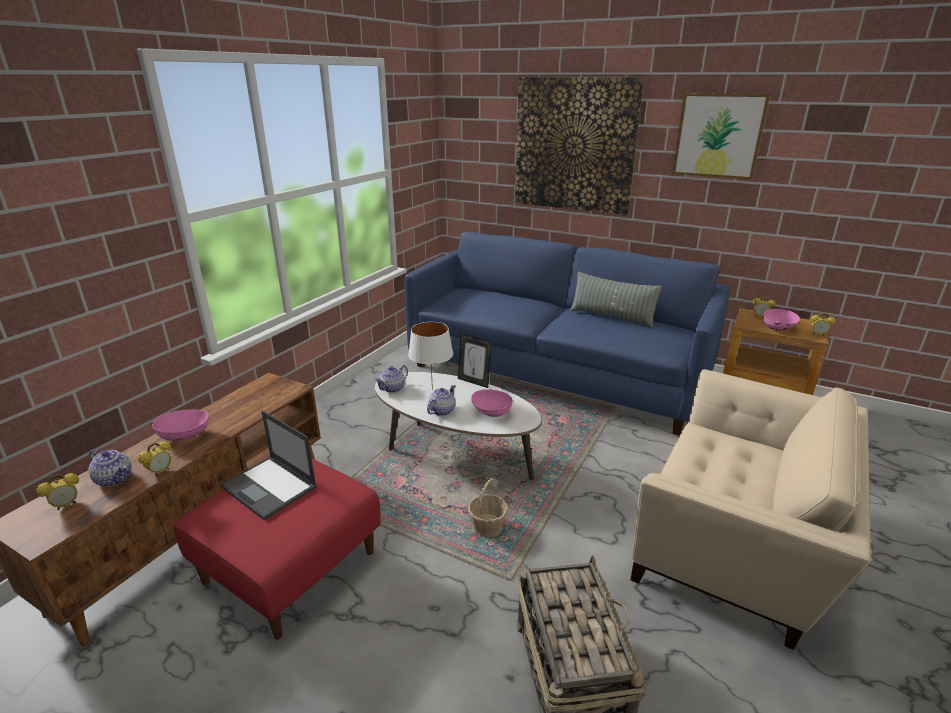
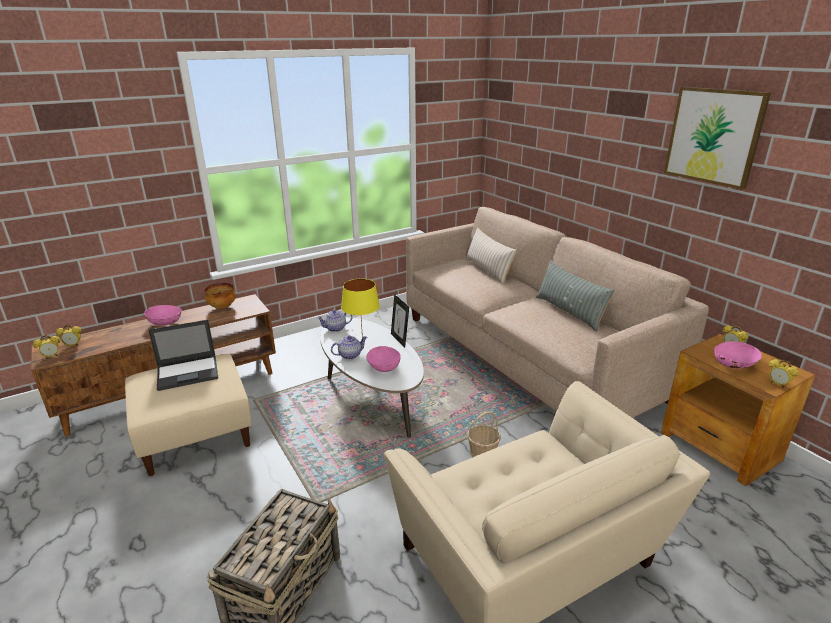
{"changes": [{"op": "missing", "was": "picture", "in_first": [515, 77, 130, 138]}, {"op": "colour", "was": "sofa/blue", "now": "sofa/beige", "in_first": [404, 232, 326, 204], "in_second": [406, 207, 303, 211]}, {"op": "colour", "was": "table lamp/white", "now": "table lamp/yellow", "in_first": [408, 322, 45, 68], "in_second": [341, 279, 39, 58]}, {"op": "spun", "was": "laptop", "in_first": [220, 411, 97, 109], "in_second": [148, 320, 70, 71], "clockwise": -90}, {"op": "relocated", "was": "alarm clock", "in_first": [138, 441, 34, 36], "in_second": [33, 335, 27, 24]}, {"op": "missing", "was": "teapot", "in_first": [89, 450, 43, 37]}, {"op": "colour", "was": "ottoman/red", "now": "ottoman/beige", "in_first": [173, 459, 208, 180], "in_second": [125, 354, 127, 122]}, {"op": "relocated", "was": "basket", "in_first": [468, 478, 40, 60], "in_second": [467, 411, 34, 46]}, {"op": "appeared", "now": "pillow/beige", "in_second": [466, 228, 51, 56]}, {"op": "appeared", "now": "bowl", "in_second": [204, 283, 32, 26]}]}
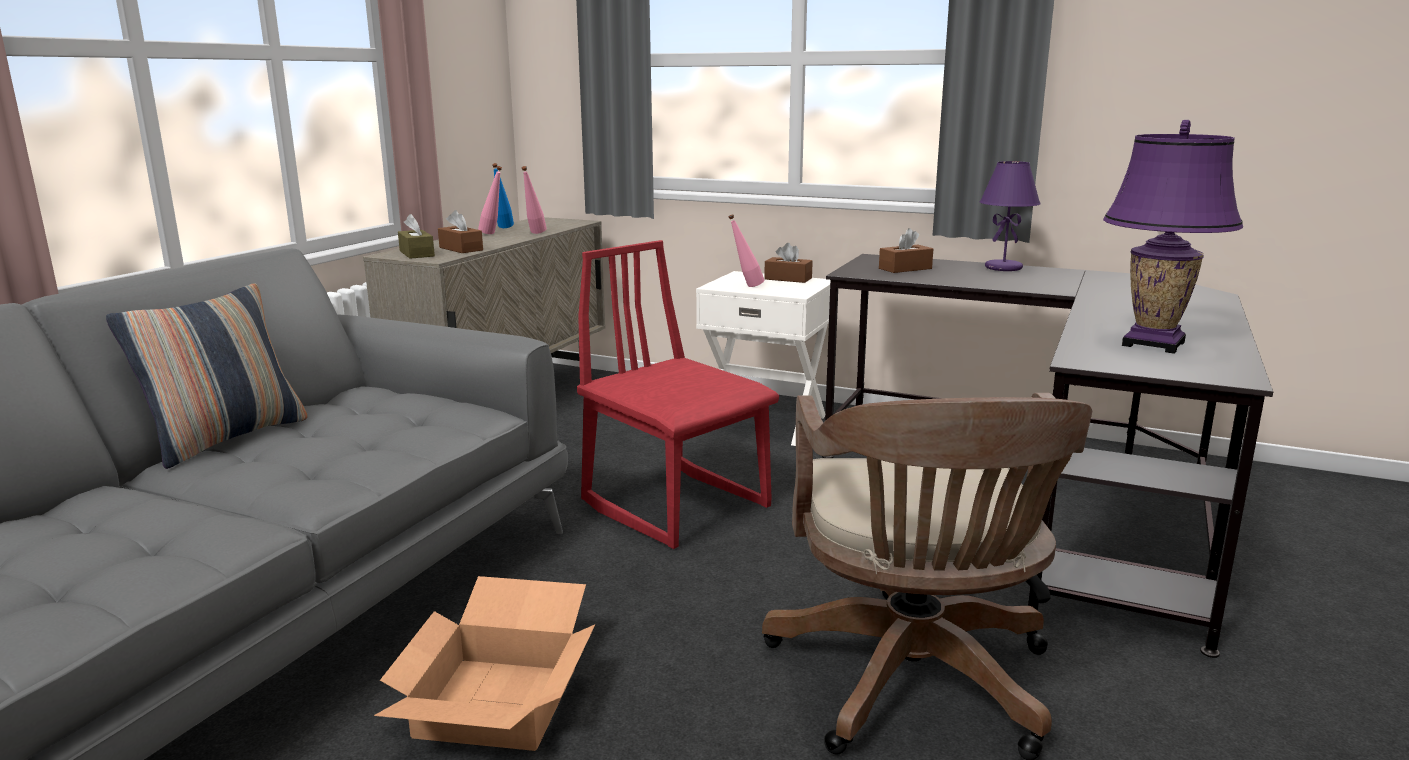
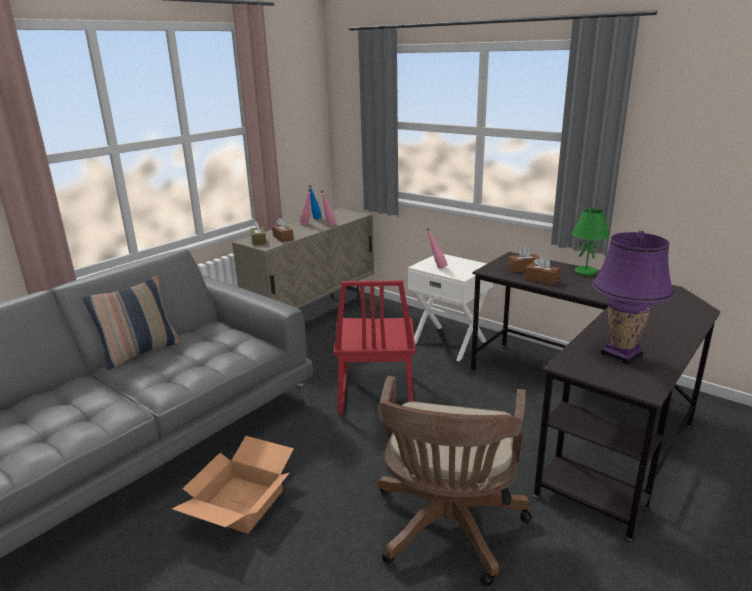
{"changes": [{"op": "colour", "was": "table lamp/purple", "now": "table lamp/green", "in_first": [980, 161, 61, 110], "in_second": [572, 209, 38, 67]}, {"op": "spun", "was": "chair/red", "in_first": [577, 240, 202, 309], "in_second": [333, 280, 82, 135], "clockwise": -150}, {"op": "relocated", "was": "tissue box/brown", "in_first": [764, 243, 49, 40], "in_second": [525, 256, 35, 29]}]}
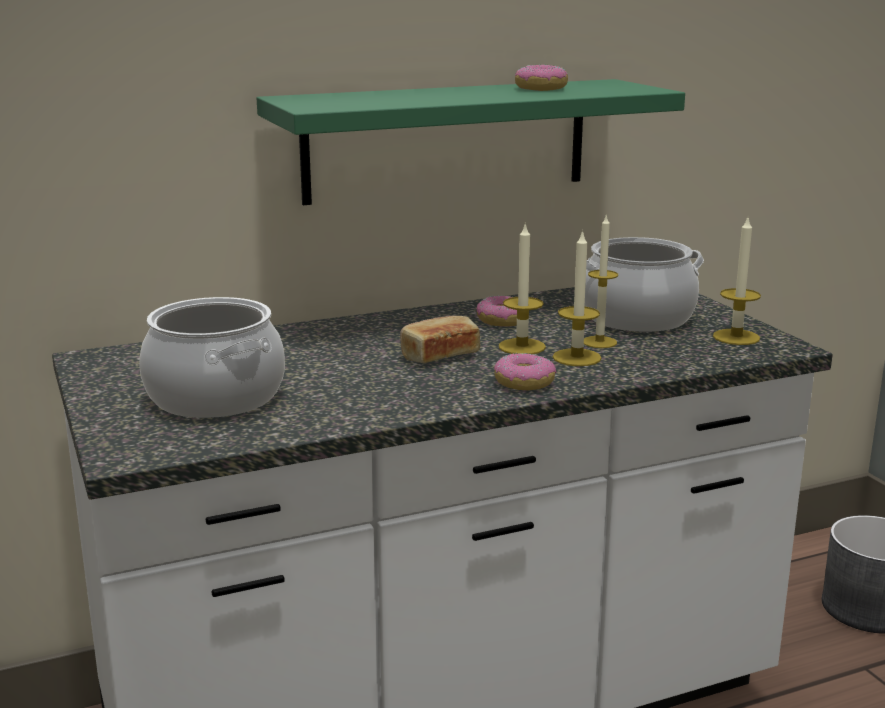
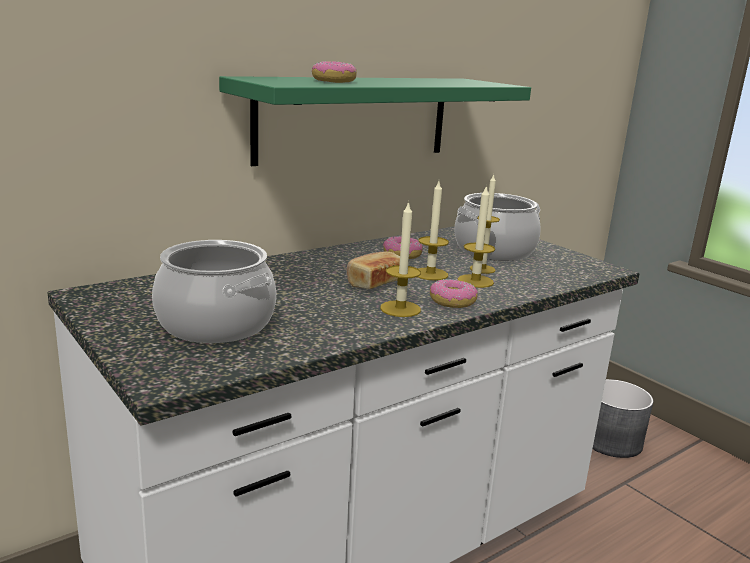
{"changes": [{"op": "relocated", "was": "donut", "in_first": [515, 65, 53, 26], "in_second": [312, 61, 45, 22]}, {"op": "relocated", "was": "candle", "in_first": [713, 215, 48, 130], "in_second": [380, 201, 41, 116]}]}
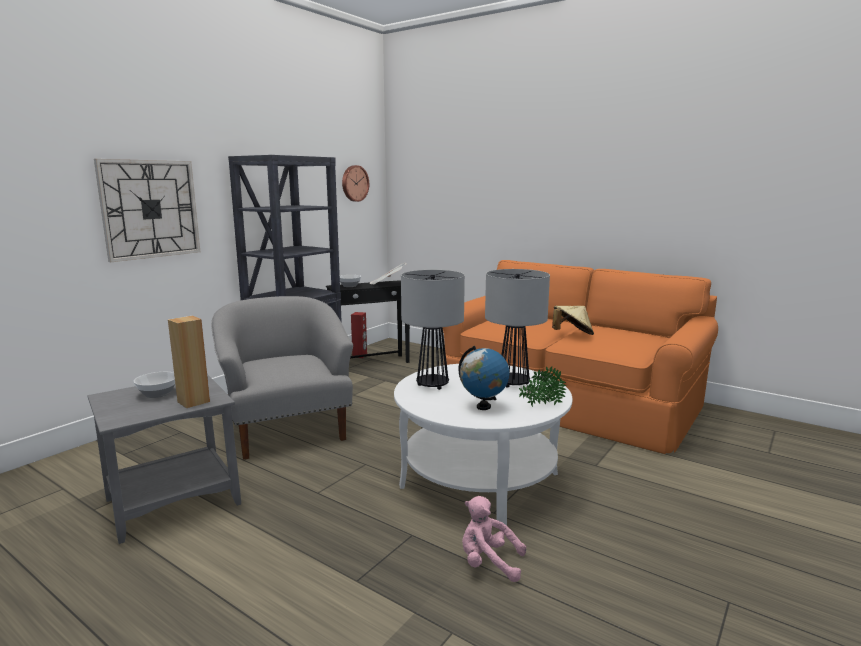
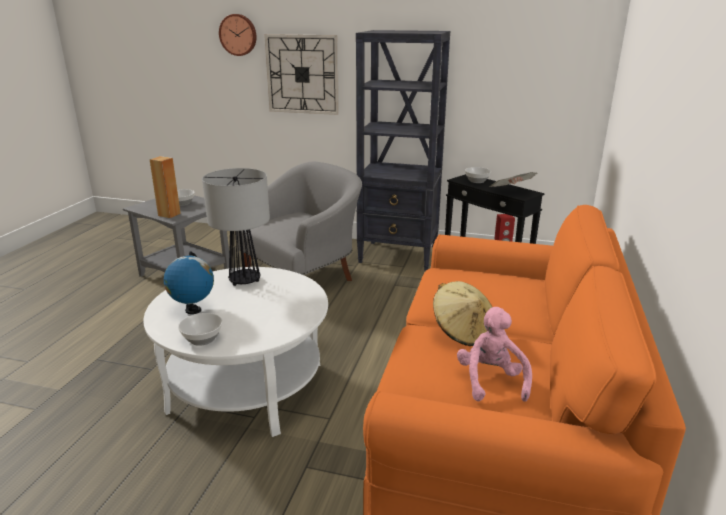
{"changes": [{"op": "relocated", "was": "wall clock", "in_first": [342, 165, 27, 37], "in_second": [219, 14, 37, 42]}, {"op": "missing", "was": "table lamp", "in_first": [485, 269, 65, 119]}, {"op": "exchanged", "was": "potted plant", "now": "bowl", "in_first": [519, 367, 47, 40], "in_second": [178, 313, 45, 33]}, {"op": "relocated", "was": "plush toy/pink", "in_first": [462, 496, 64, 86], "in_second": [457, 307, 75, 95]}]}
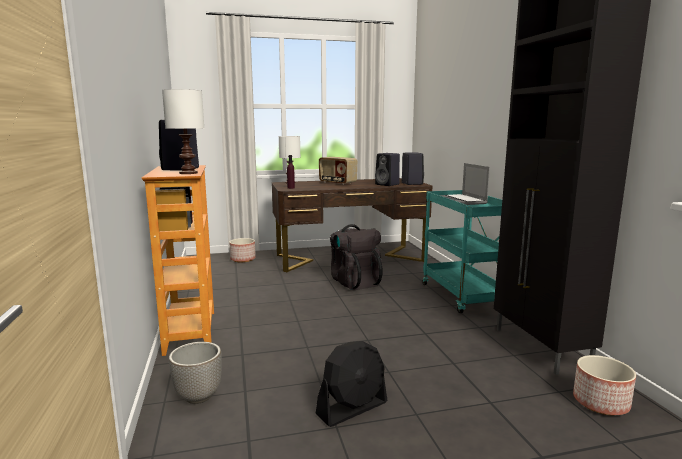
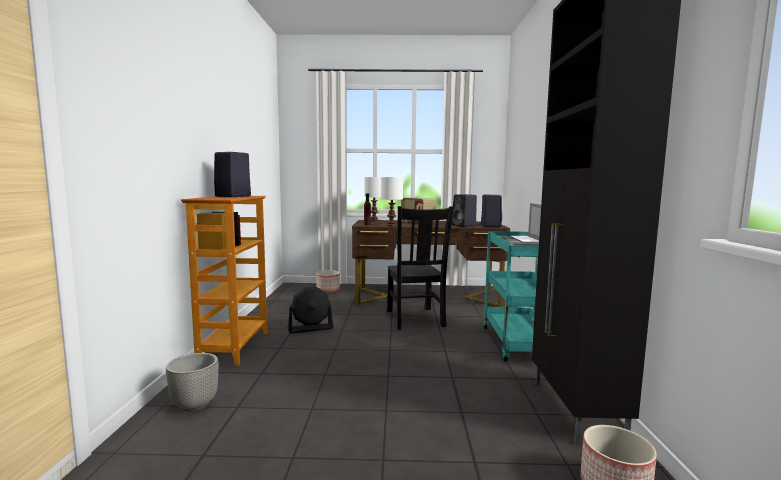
{"changes": [{"op": "relocated", "was": "table lamp/white", "in_first": [162, 89, 42, 85], "in_second": [381, 177, 22, 49]}, {"op": "exchanged", "was": "backpack/black", "now": "chair/black", "in_first": [330, 224, 53, 66], "in_second": [387, 206, 67, 124]}, {"op": "relocated", "was": "fan/black", "in_first": [316, 341, 71, 86], "in_second": [288, 287, 45, 47]}]}
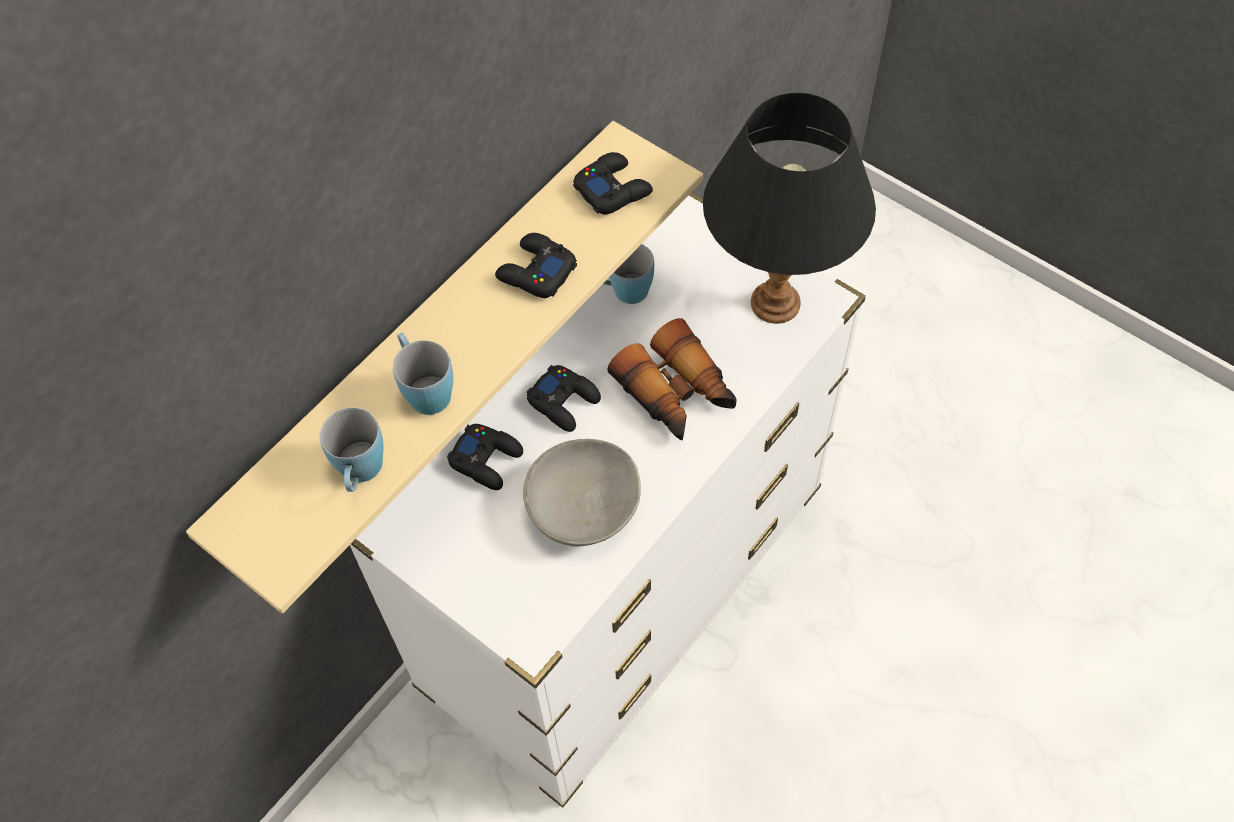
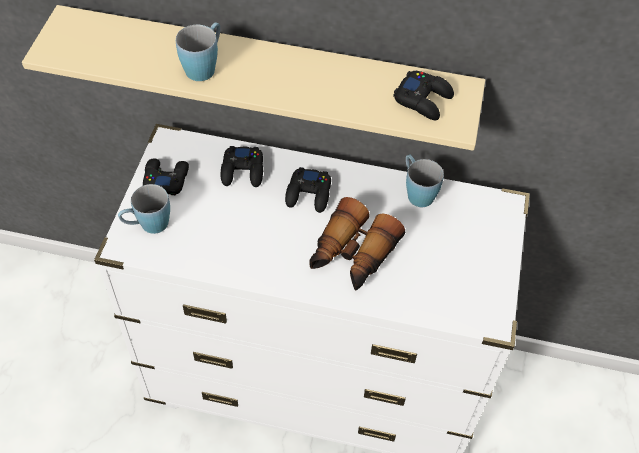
{"changes": [{"op": "missing", "was": "table lamp/black", "in_first": [703, 93, 173, 231]}, {"op": "relocated", "was": "game controller/black", "in_first": [495, 233, 82, 65], "in_second": [143, 158, 46, 37]}, {"op": "relocated", "was": "mug/blue", "in_first": [320, 407, 64, 85], "in_second": [118, 184, 52, 50]}, {"op": "missing", "was": "bowl/grey", "in_first": [523, 439, 118, 107]}]}
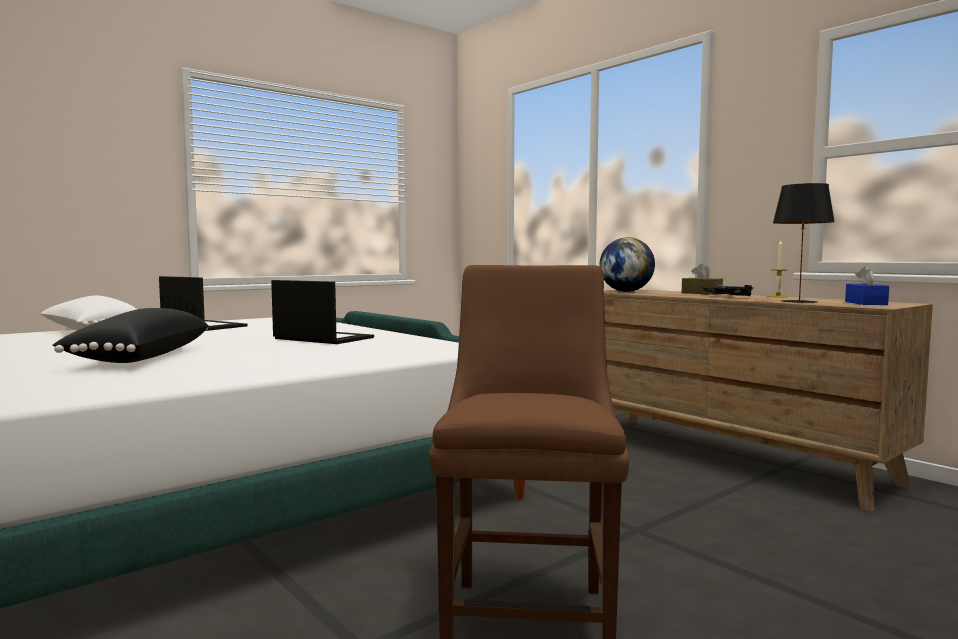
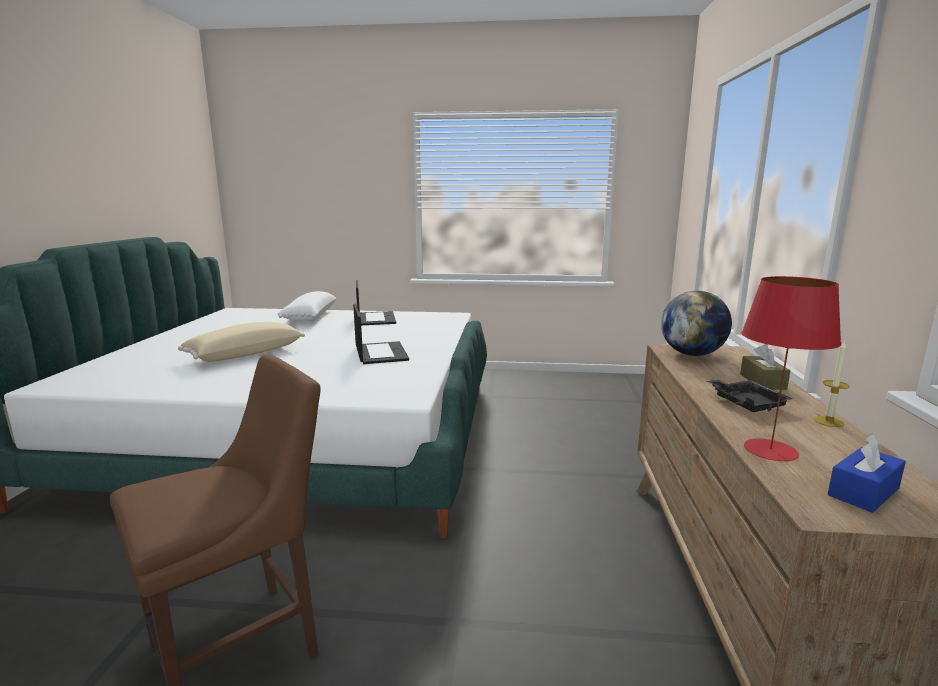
{"changes": [{"op": "colour", "was": "table lamp/black", "now": "table lamp/red", "in_first": [773, 183, 62, 120], "in_second": [741, 276, 101, 185]}, {"op": "colour", "was": "pillow/black", "now": "pillow/beige", "in_first": [53, 308, 156, 55], "in_second": [178, 322, 127, 40]}]}
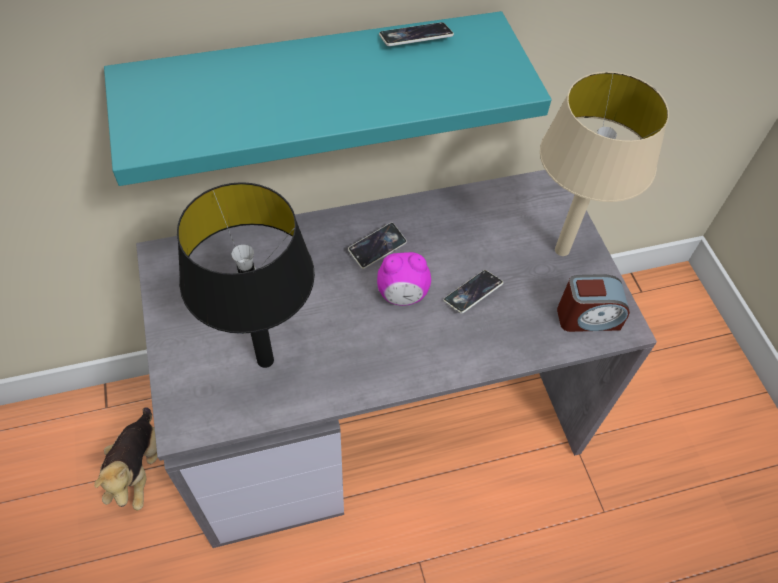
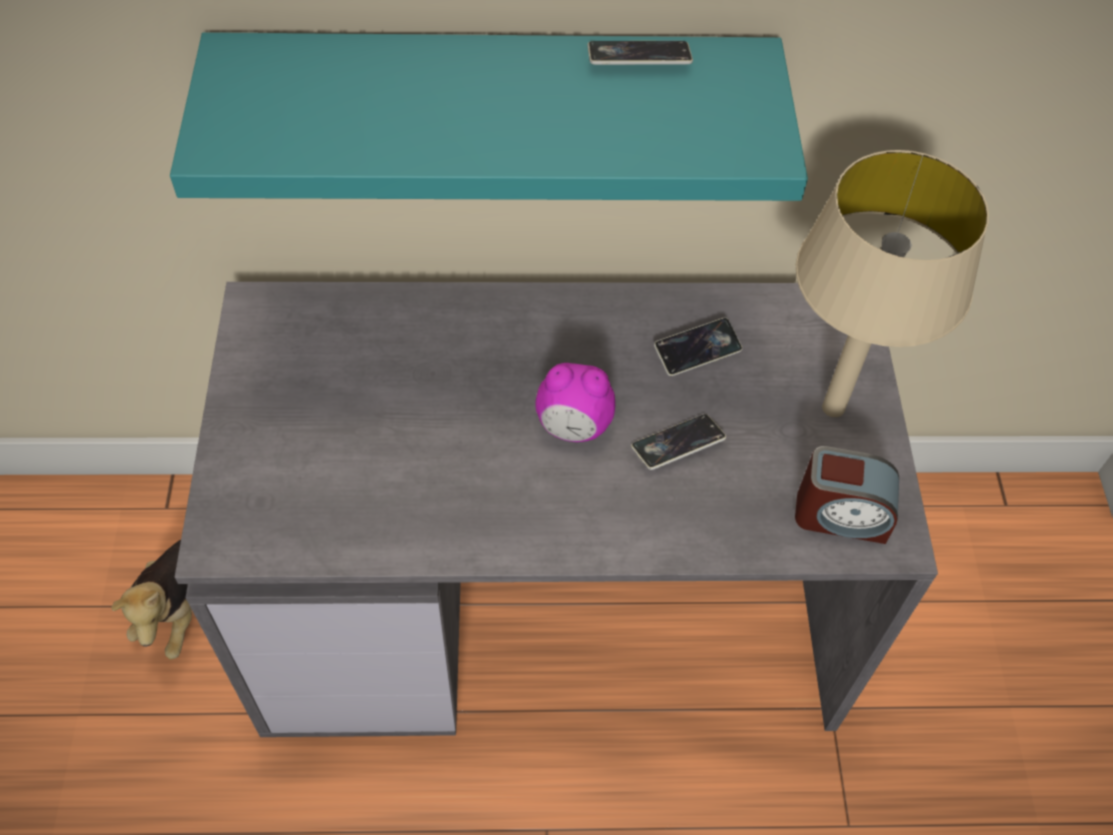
{"changes": [{"op": "missing", "was": "table lamp/black", "in_first": [177, 182, 138, 186]}, {"op": "relocated", "was": "phone", "in_first": [348, 222, 59, 47], "in_second": [654, 317, 89, 59]}]}
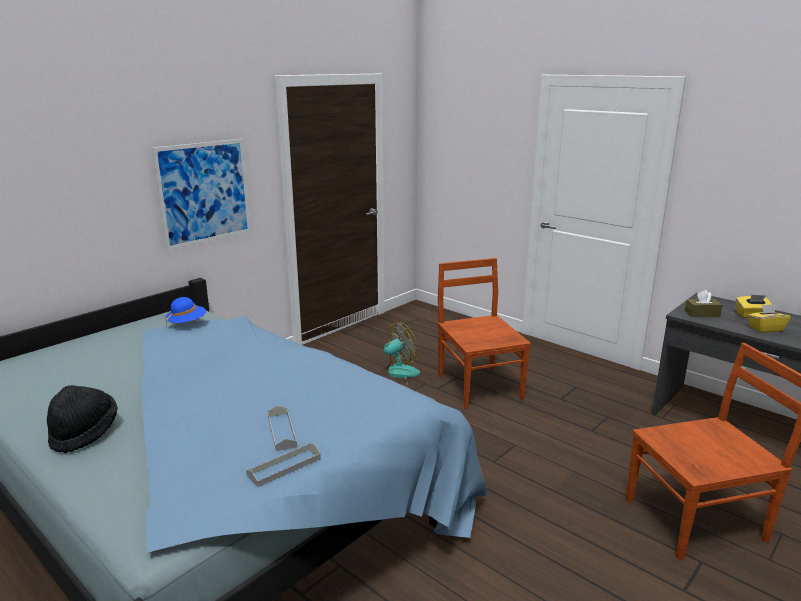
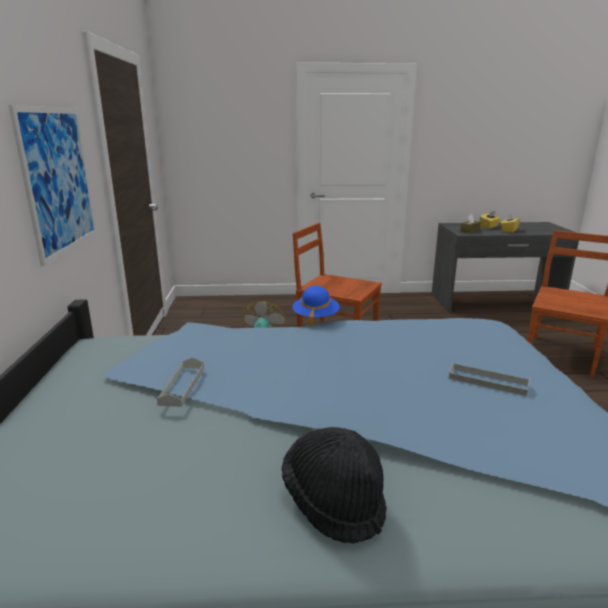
{"changes": [{"op": "relocated", "was": "hat/blue", "in_first": [165, 297, 41, 29], "in_second": [292, 286, 48, 41]}, {"op": "relocated", "was": "tray/grey", "in_first": [246, 443, 75, 44], "in_second": [157, 357, 47, 50]}]}
